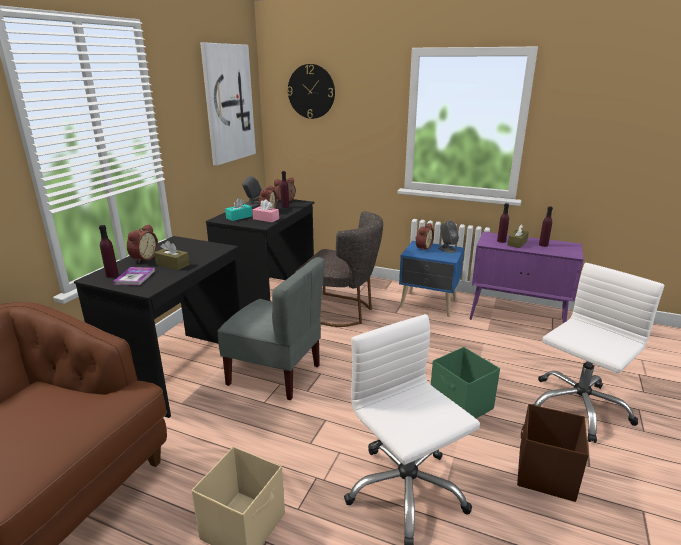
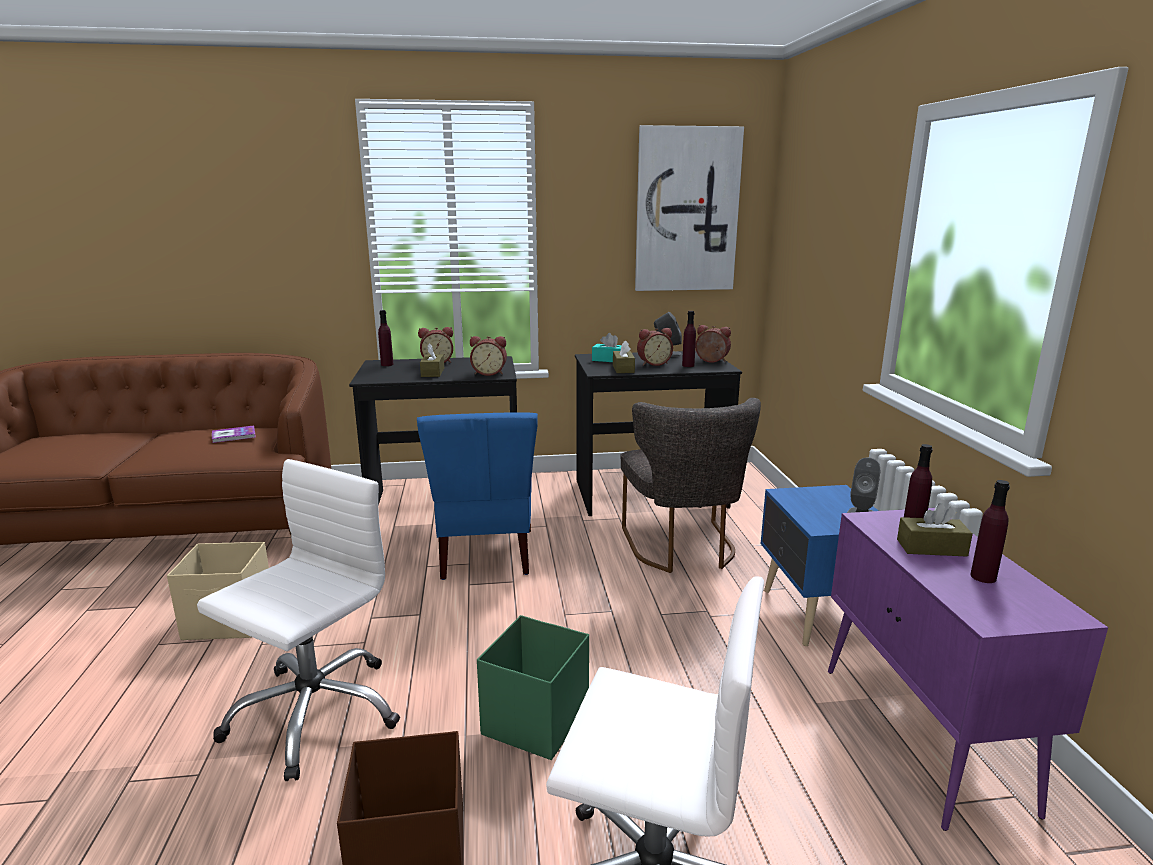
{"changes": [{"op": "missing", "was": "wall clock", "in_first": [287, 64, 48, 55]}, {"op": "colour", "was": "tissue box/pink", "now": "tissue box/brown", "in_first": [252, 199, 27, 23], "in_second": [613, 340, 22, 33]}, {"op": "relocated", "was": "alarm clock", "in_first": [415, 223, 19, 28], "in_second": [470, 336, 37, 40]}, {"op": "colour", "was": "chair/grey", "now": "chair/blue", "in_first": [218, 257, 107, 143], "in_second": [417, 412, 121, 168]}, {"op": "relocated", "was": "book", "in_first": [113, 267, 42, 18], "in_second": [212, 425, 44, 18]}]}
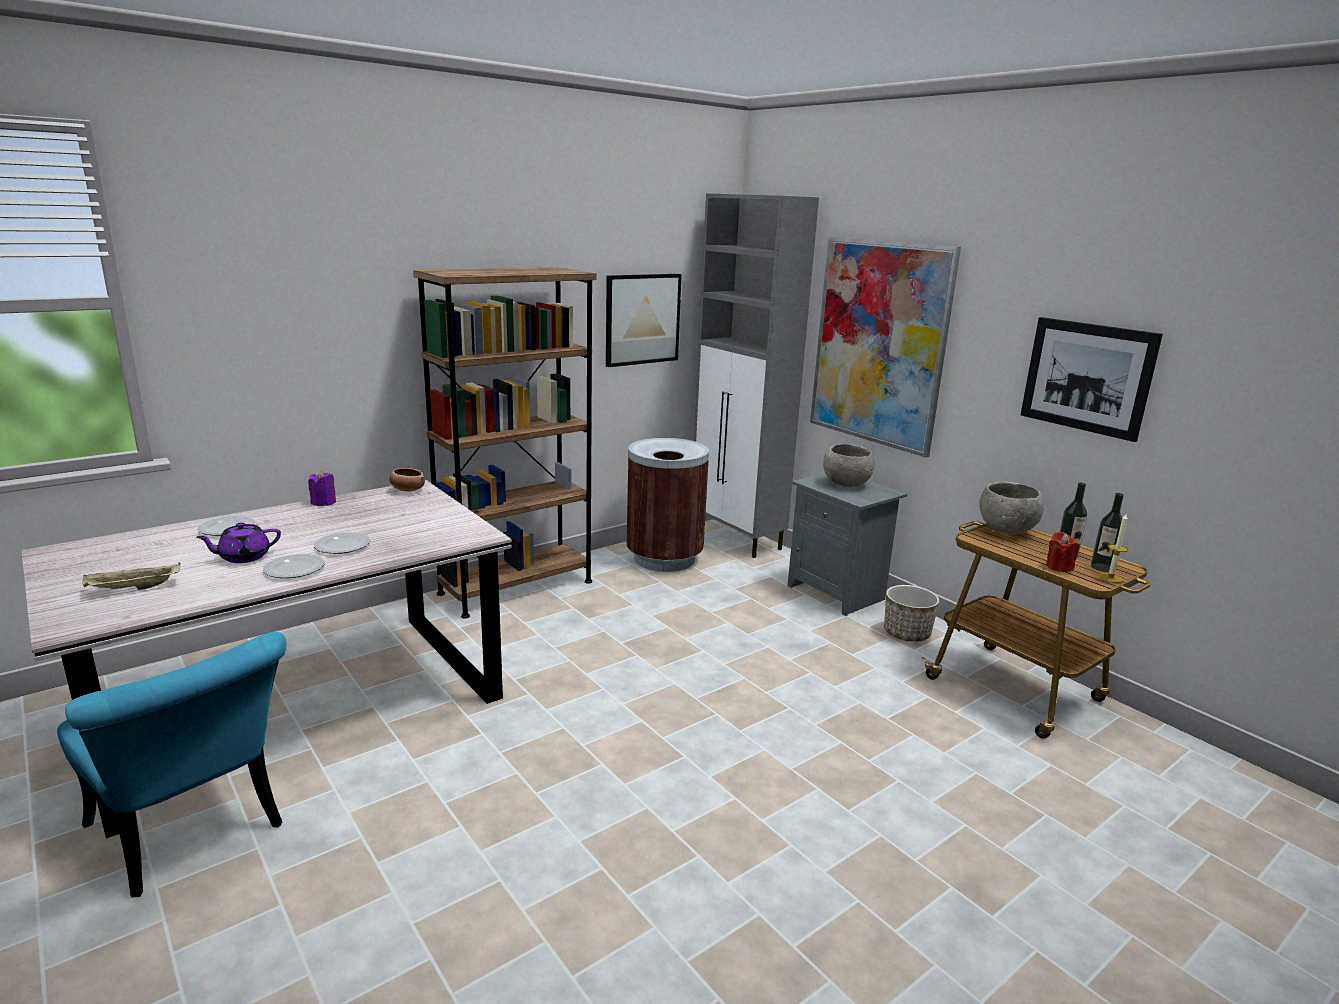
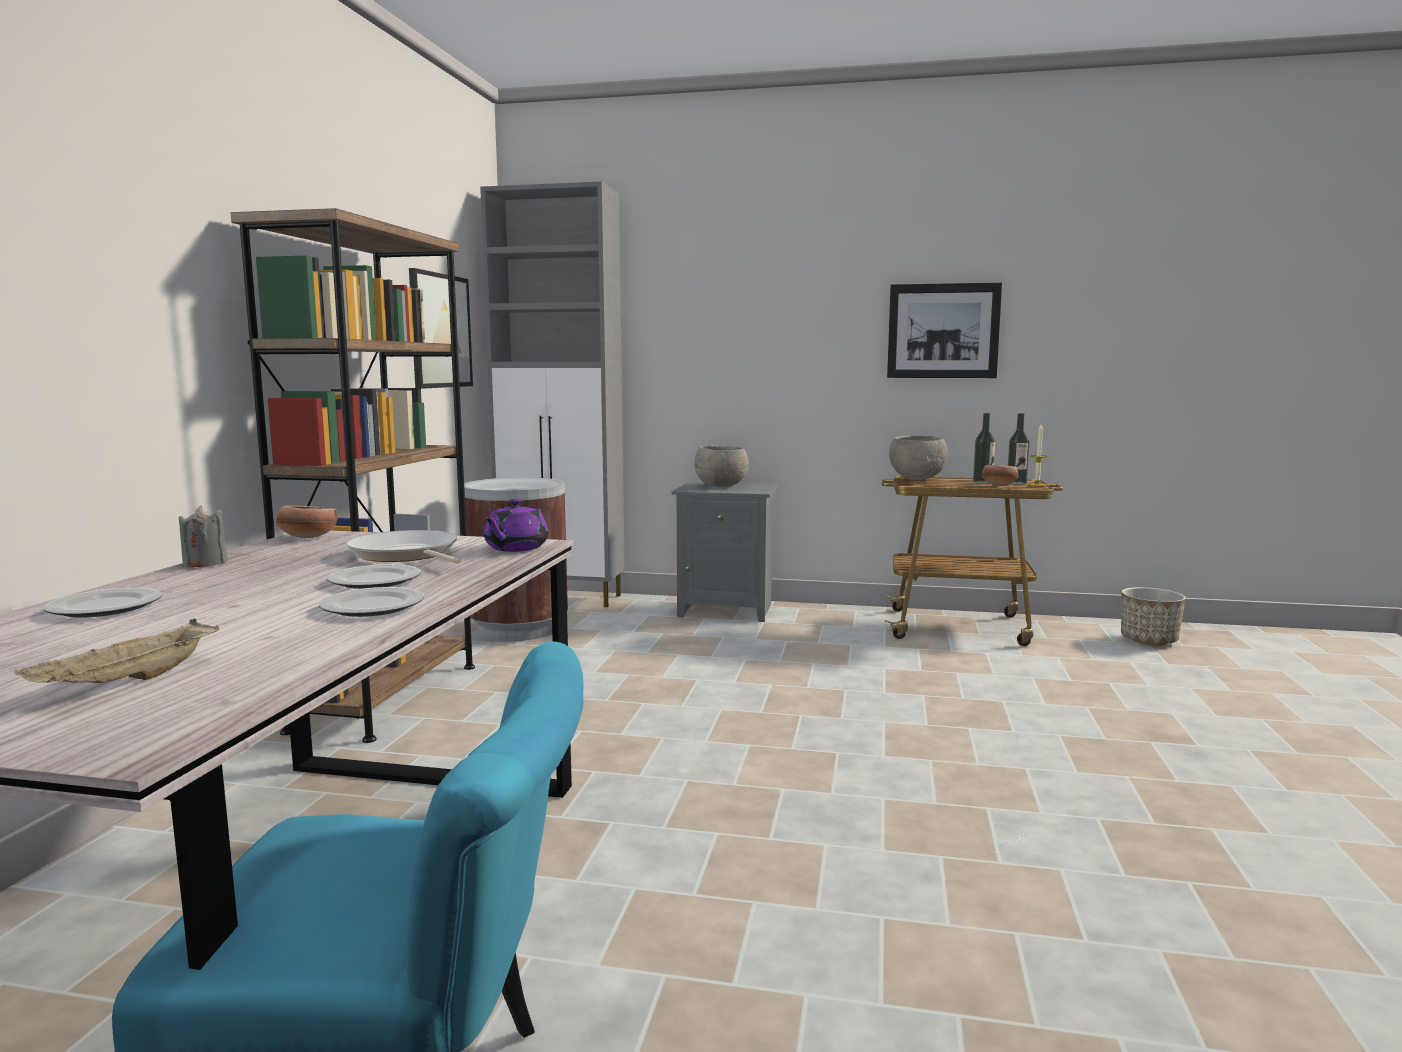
{"changes": [{"op": "missing", "was": "picture", "in_first": [810, 237, 151, 221]}, {"op": "colour", "was": "candle/purple", "now": "candle/grey", "in_first": [308, 471, 28, 35], "in_second": [179, 506, 49, 62]}, {"op": "relocated", "was": "teapot/purple", "in_first": [196, 522, 85, 41], "in_second": [484, 499, 65, 53]}, {"op": "exchanged", "was": "candle/red", "now": "bowl", "in_first": [1046, 532, 33, 40], "in_second": [982, 465, 36, 21]}, {"op": "relocated", "was": "planter", "in_first": [884, 585, 55, 57], "in_second": [1121, 587, 65, 59]}, {"op": "appeared", "now": "frying pan", "in_second": [346, 530, 116, 34]}]}
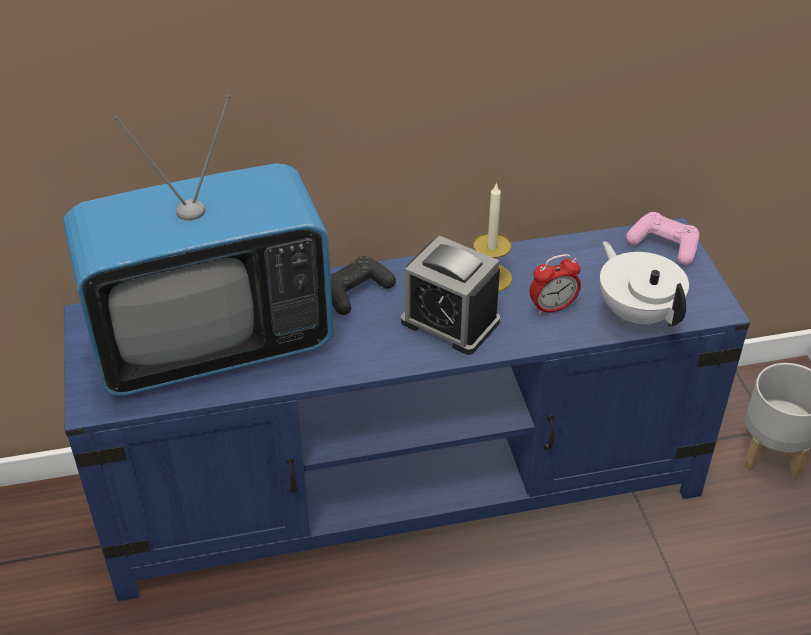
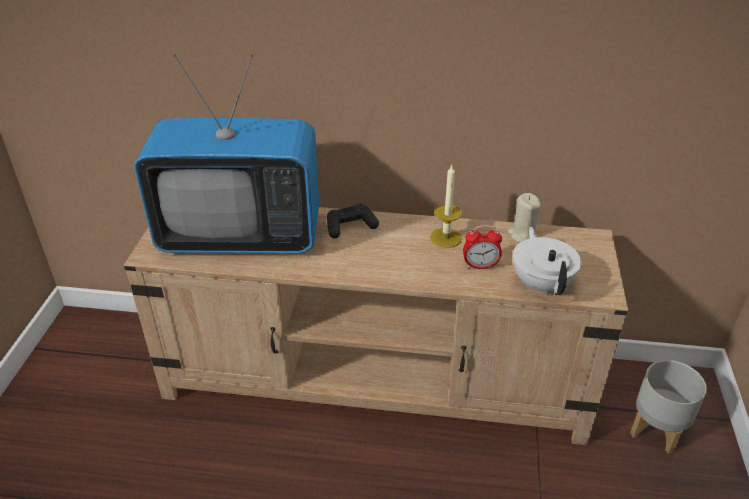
{"changes": [{"op": "missing", "was": "game controller/pink", "in_first": [626, 212, 73, 53]}, {"op": "colour", "was": "tv stand/blue", "now": "tv stand/beige", "in_first": [64, 218, 686, 383], "in_second": [124, 207, 504, 238]}, {"op": "missing", "was": "alarm clock", "in_first": [401, 235, 99, 120]}, {"op": "appeared", "now": "candle/beige", "in_second": [508, 193, 33, 50]}]}
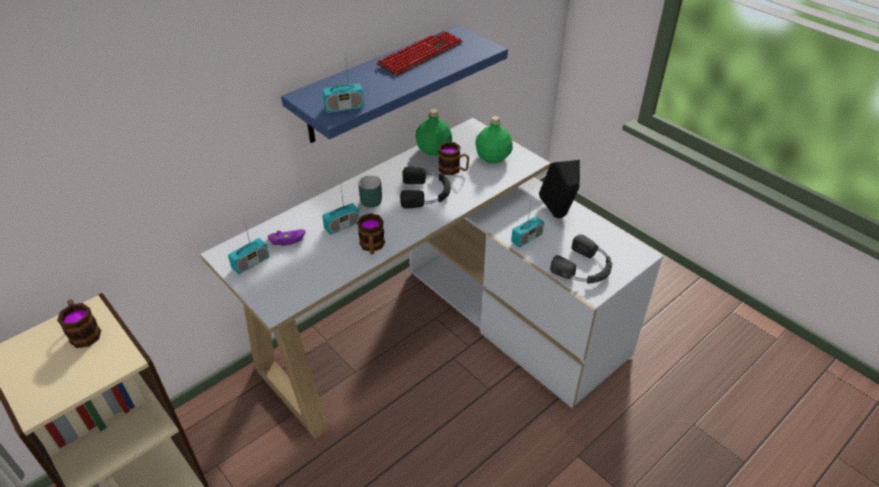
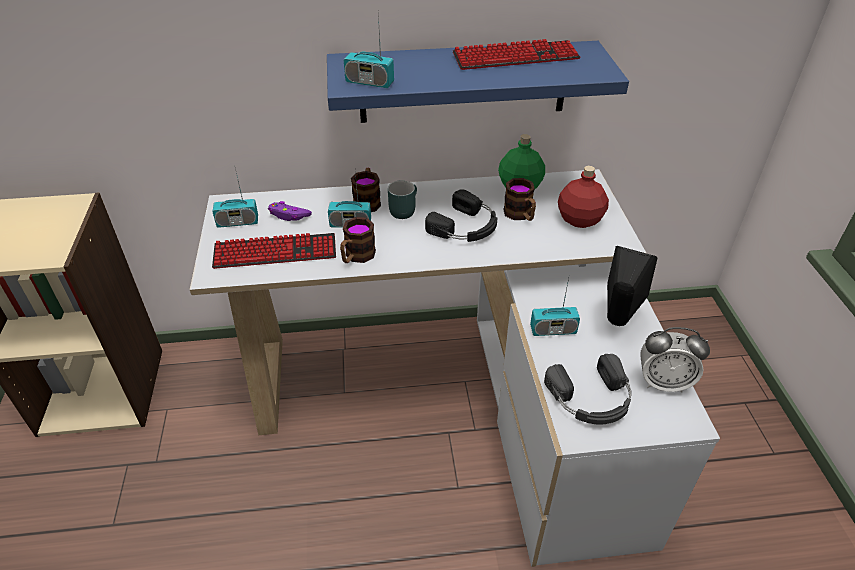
{"changes": [{"op": "colour", "was": "bottle/green", "now": "bottle/red", "in_first": [475, 116, 38, 48], "in_second": [558, 166, 51, 62]}, {"op": "relocated", "was": "mug", "in_first": [57, 299, 44, 49], "in_second": [351, 168, 30, 44]}, {"op": "appeared", "now": "keyboard", "in_second": [212, 233, 124, 36]}, {"op": "appeared", "now": "alarm clock", "in_second": [640, 327, 70, 66]}]}
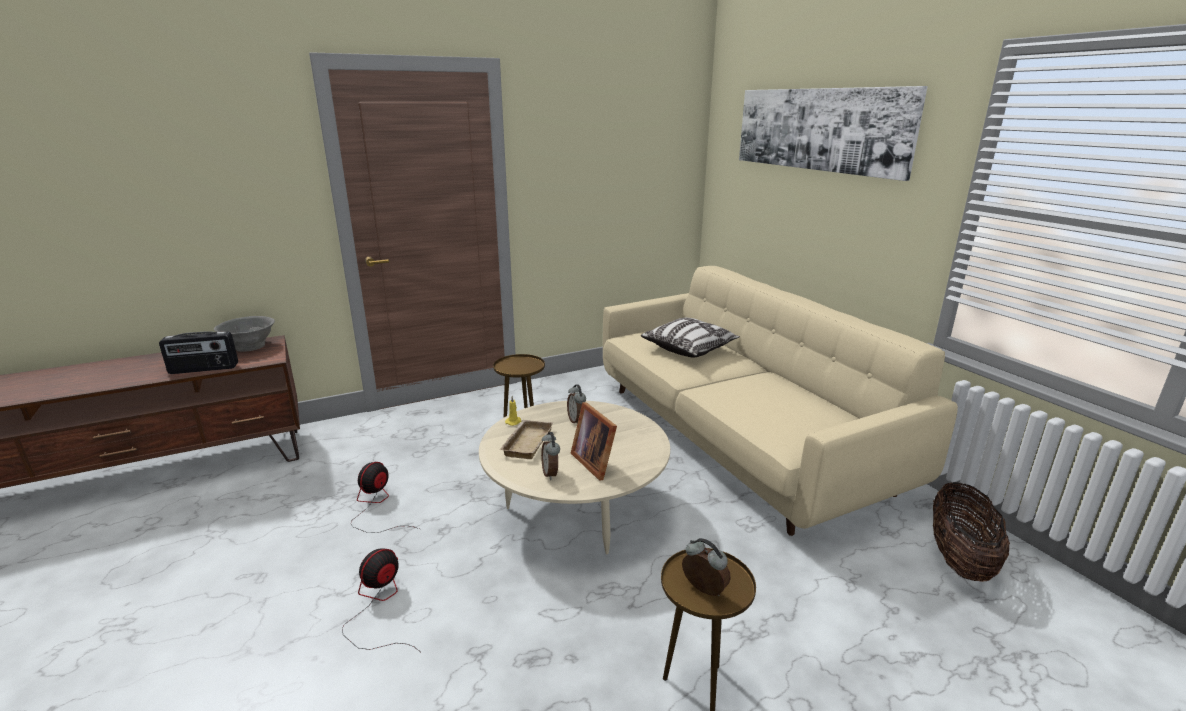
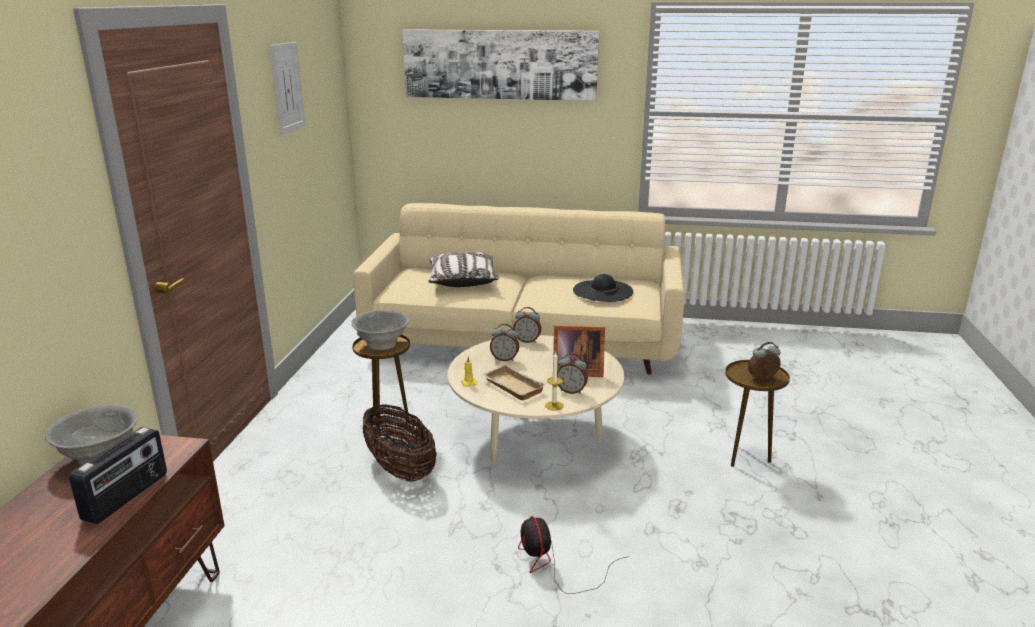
{"changes": [{"op": "missing", "was": "fan", "in_first": [351, 462, 68, 71]}, {"op": "relocated", "was": "basket", "in_first": [933, 482, 77, 100], "in_second": [363, 405, 74, 77]}, {"op": "appeared", "now": "picture", "in_second": [270, 42, 36, 93]}, {"op": "appeared", "now": "hat/black", "in_second": [573, 274, 60, 28]}, {"op": "appeared", "now": "alarm clock", "in_second": [513, 307, 28, 36]}, {"op": "appeared", "now": "bowl/grey", "in_second": [351, 310, 58, 40]}, {"op": "appeared", "now": "candle", "in_second": [545, 352, 19, 59]}]}
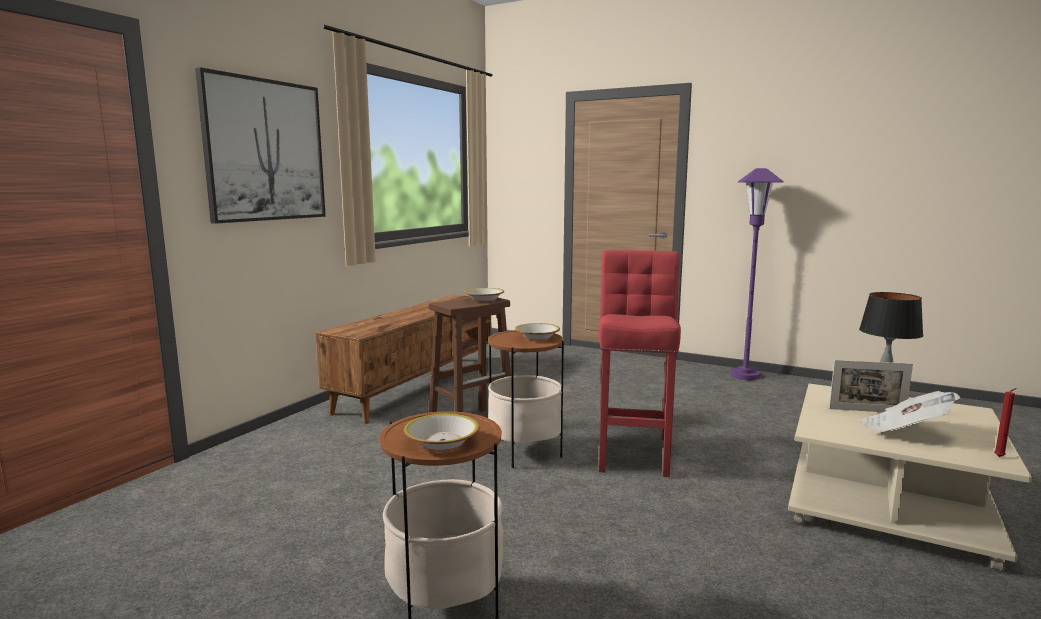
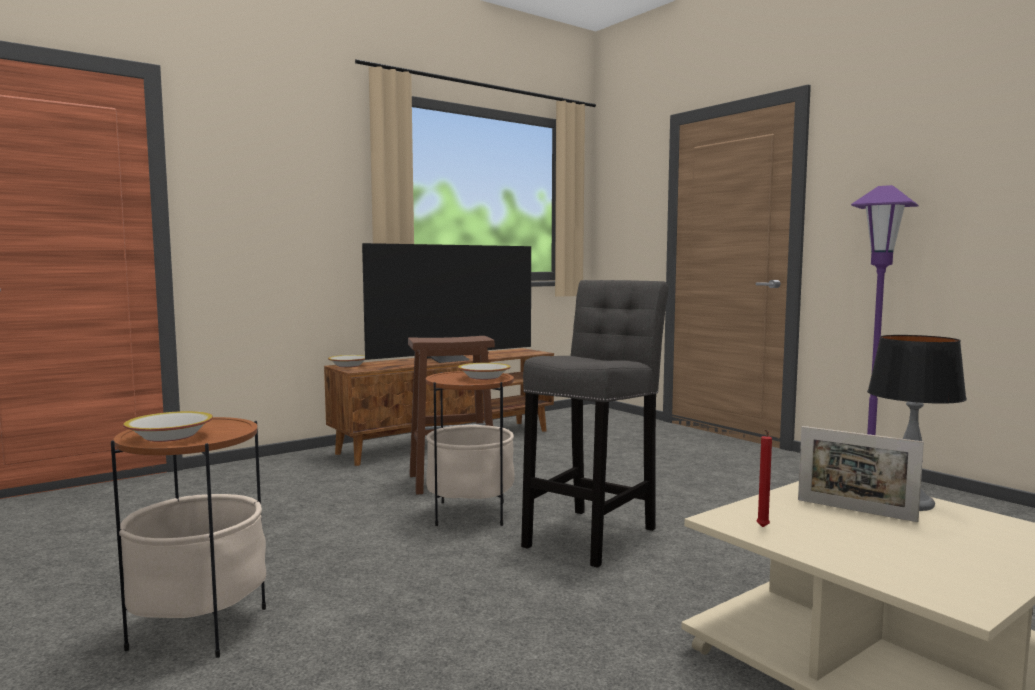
{"changes": [{"op": "missing", "was": "picture", "in_first": [195, 67, 131, 157]}, {"op": "colour", "was": "stool/red", "now": "stool/grey", "in_first": [599, 250, 82, 227], "in_second": [521, 280, 147, 288]}, {"op": "relocated", "was": "bowl", "in_first": [464, 288, 40, 13], "in_second": [328, 355, 37, 12]}, {"op": "relocated", "was": "candle/red", "in_first": [994, 388, 23, 69], "in_second": [756, 429, 16, 98]}, {"op": "missing", "was": "newspaper", "in_first": [860, 391, 100, 42]}, {"op": "appeared", "now": "television", "in_second": [362, 243, 169, 120]}]}
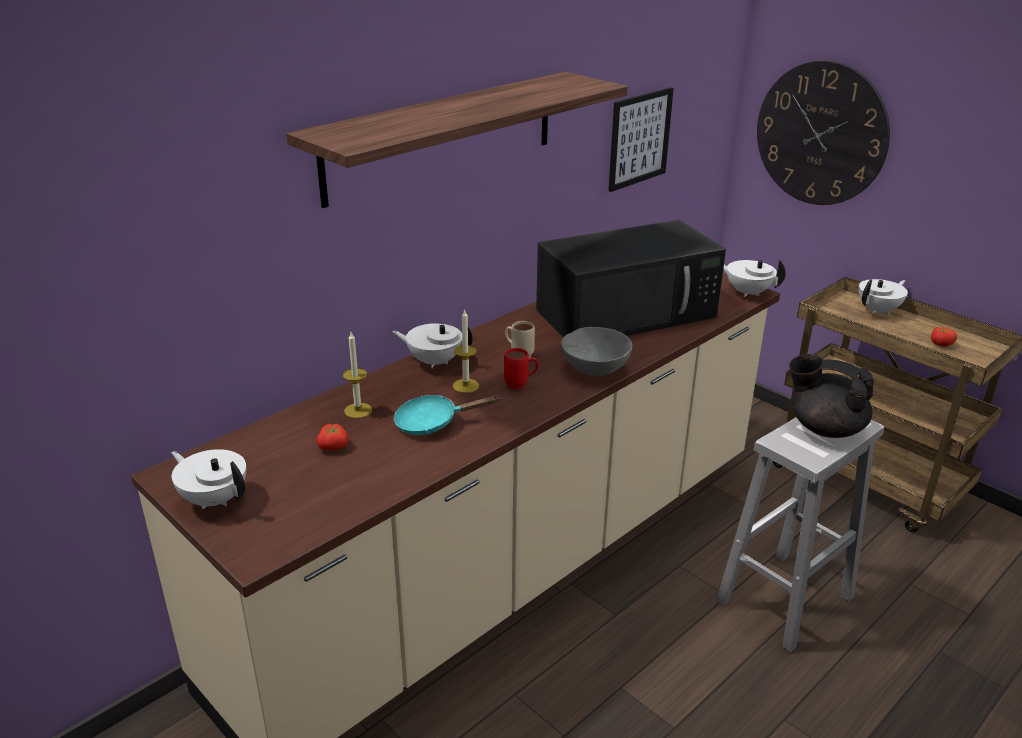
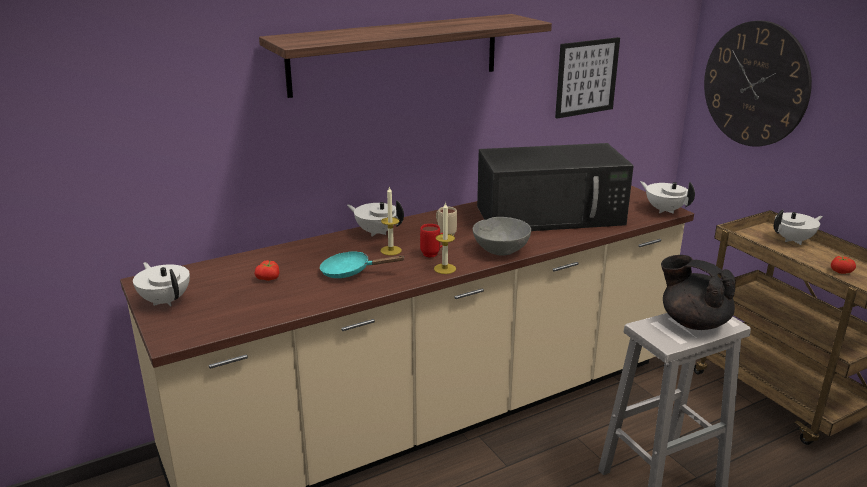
{"changes": [{"op": "relocated", "was": "candle", "in_first": [343, 332, 29, 86], "in_second": [434, 201, 22, 73]}]}
